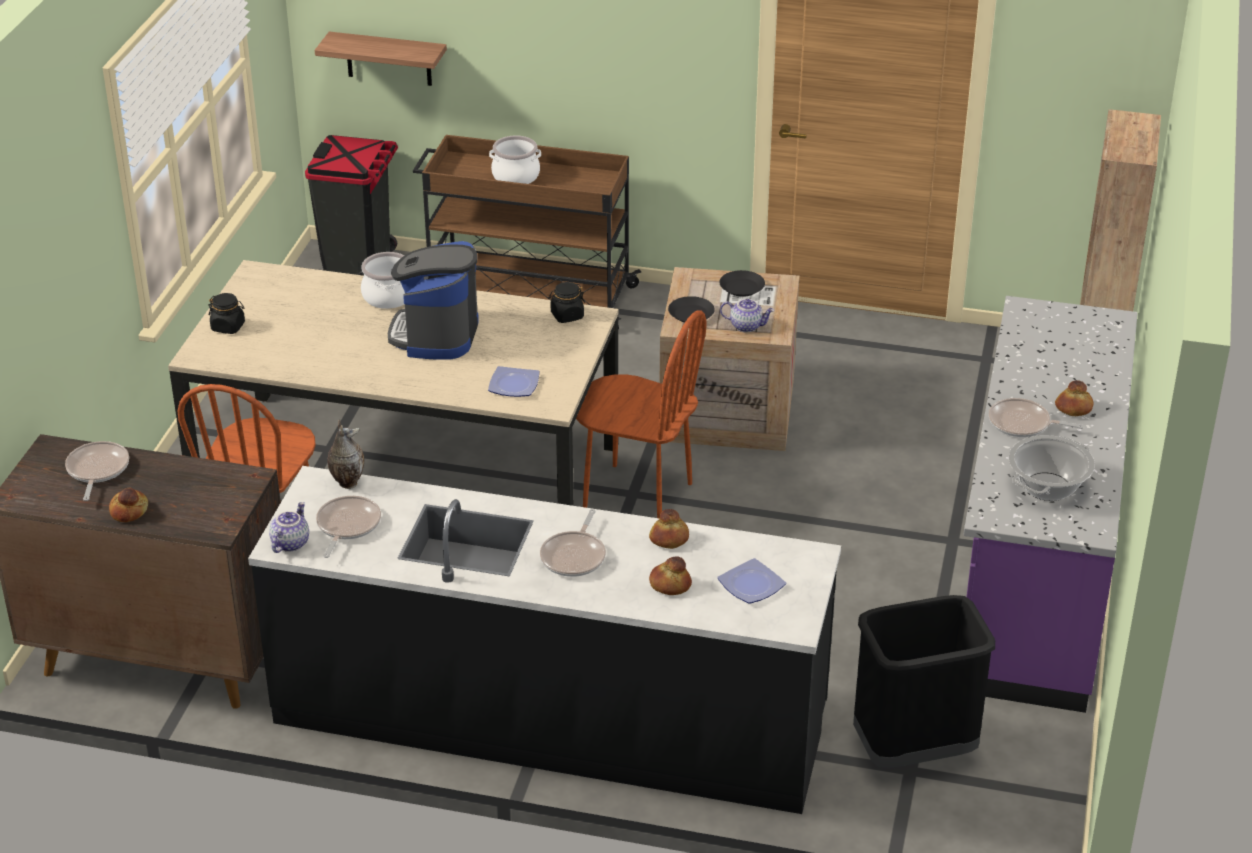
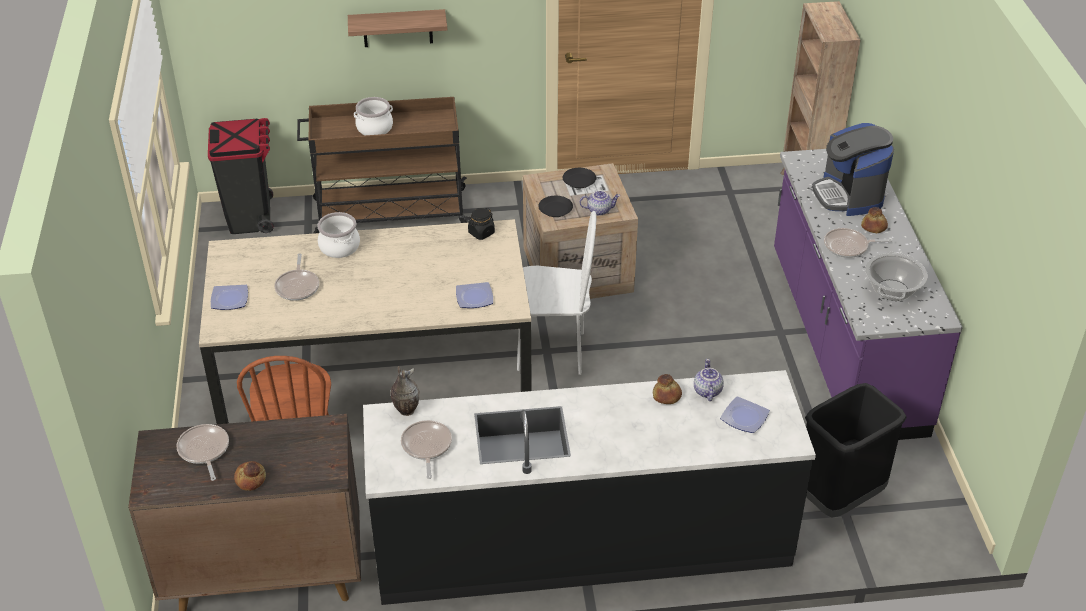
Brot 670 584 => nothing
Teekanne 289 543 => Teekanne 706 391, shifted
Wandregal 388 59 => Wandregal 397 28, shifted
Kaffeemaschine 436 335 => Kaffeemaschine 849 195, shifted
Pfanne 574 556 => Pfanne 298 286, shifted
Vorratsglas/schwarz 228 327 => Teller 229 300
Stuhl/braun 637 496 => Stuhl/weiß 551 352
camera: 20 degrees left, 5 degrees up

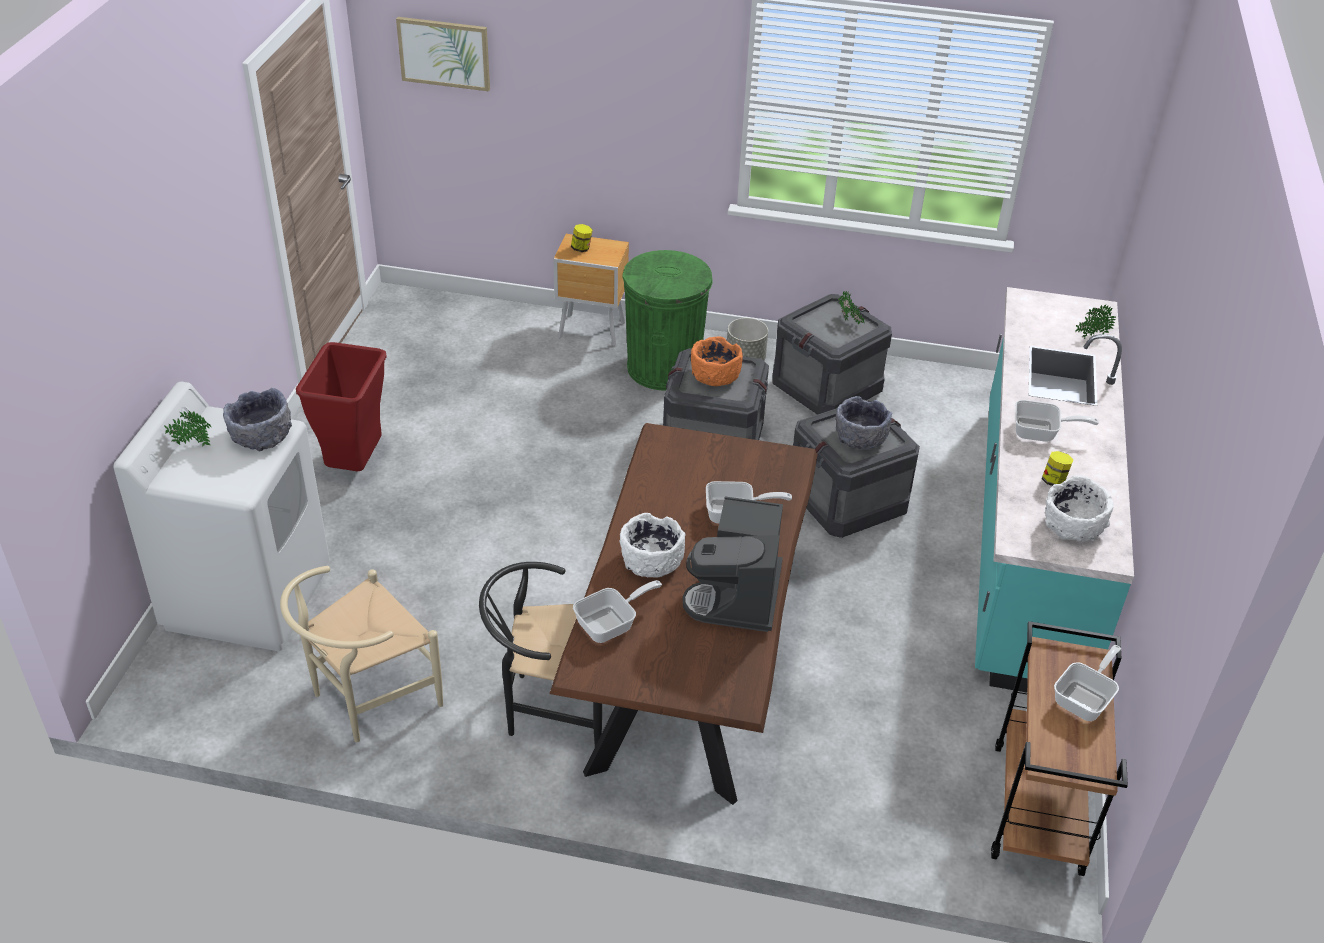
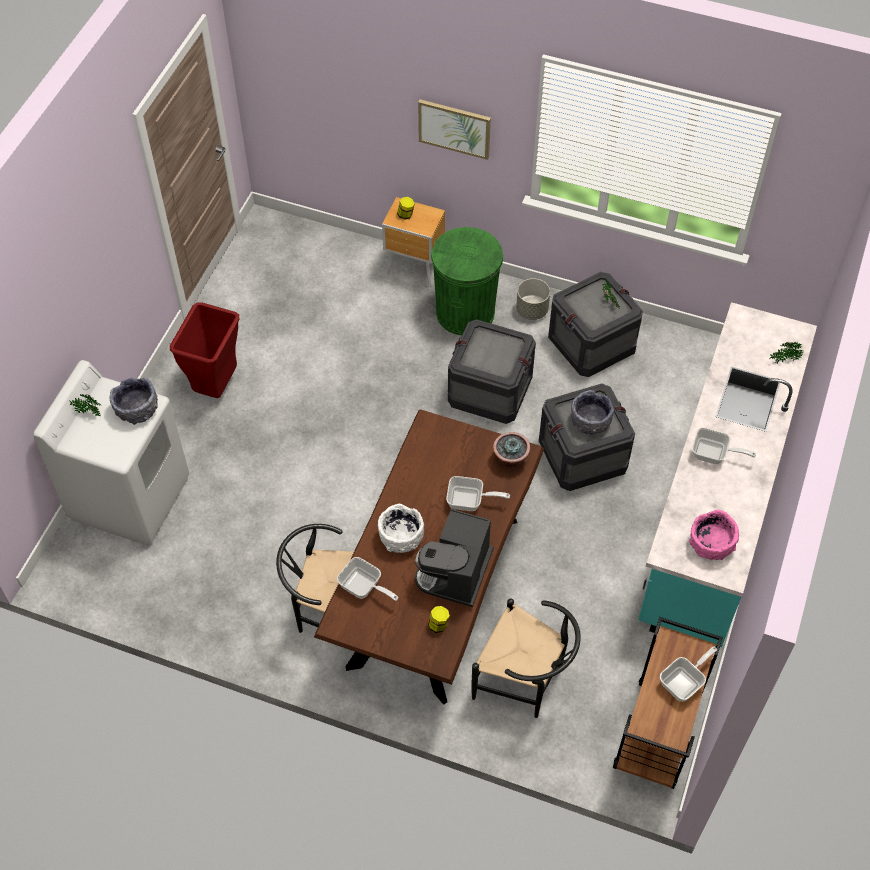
Stuhl/beige 366 699 => nothing
Schüssel/orange 714 376 => nothing
nothing => Stuhl/schwarz 525 683
nothing => Topfpflanze 510 459
Bild 444 53 => Bild 454 128, shifted
Vorratsglas 1054 481 => Vorratsglas 438 625, shifted
Schüssel/weiß 1073 527 => Schüssel/rosa 711 544
Pfanne 612 624 => Pfanne 364 587, 60 degrees clockwise
camera: 10 degrees right, 15 degrees up

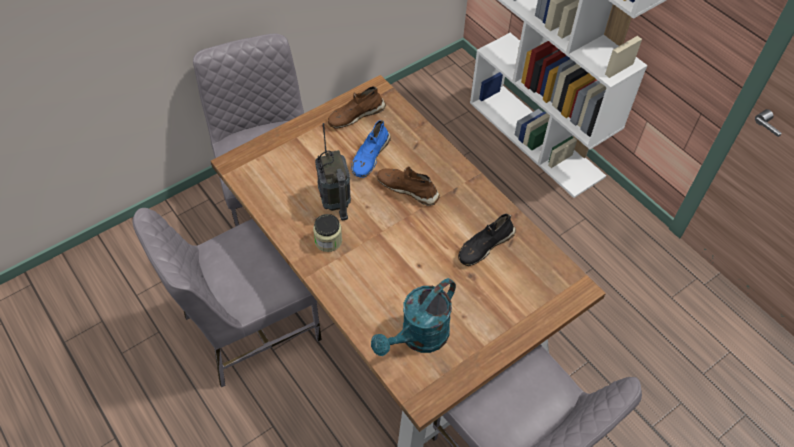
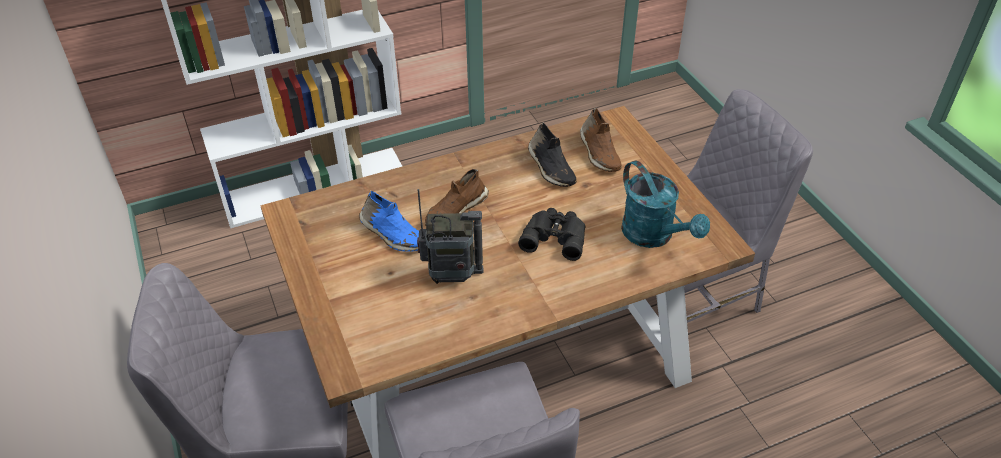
Vorratsglas 328 241 => nothing
nothing => Fernglas/schwarz 555 236
Schuh/braun 355 115 => Schuh/braun 598 153, shifted
camera: 75 degrees left, 10 degrees down

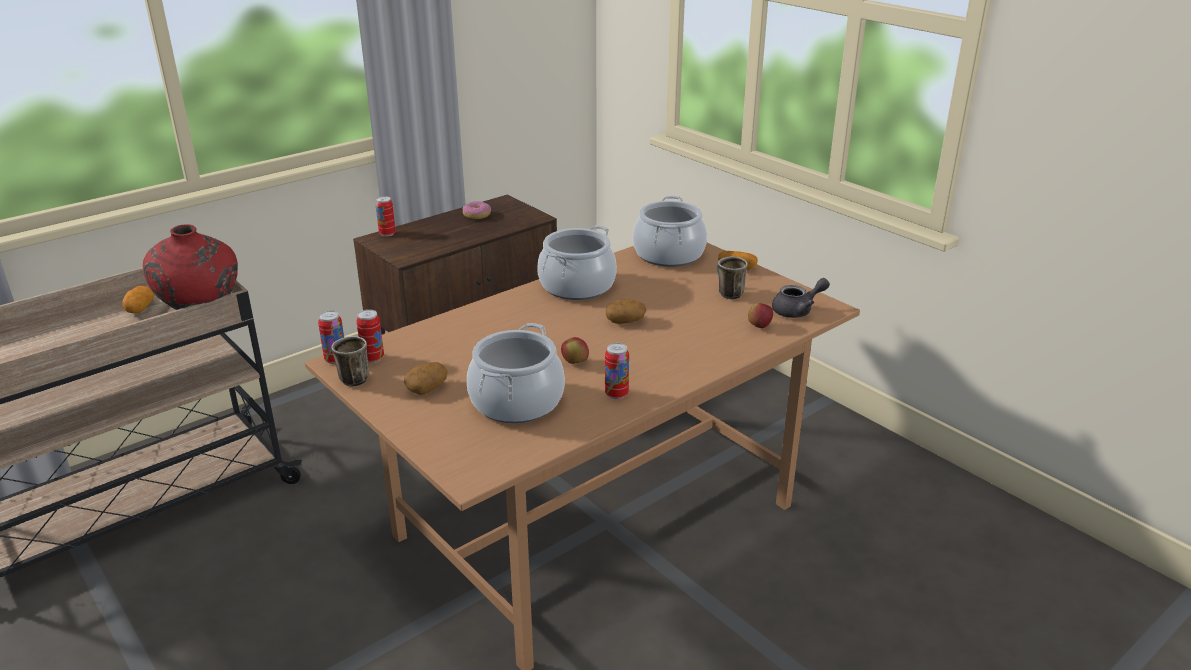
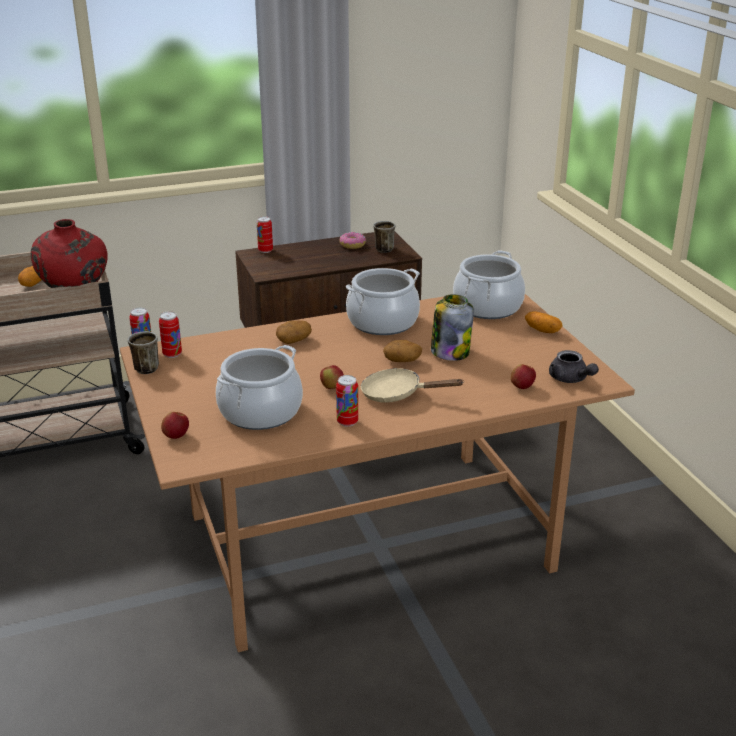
nothing => Apfel 176 436
nothing => Pfanne/beige 397 394
nothing => Vorratsglas 450 352
Kartoffel 427 388 => Kartoffel 294 340, shifted
Henkelbecher 727 293 => Henkelbecher 383 248, shifted
Teekanne/grau 797 311 => Teekanne/grau 570 379, 60 degrees clockwise
camera: 20 degrees right, 0 degrees up

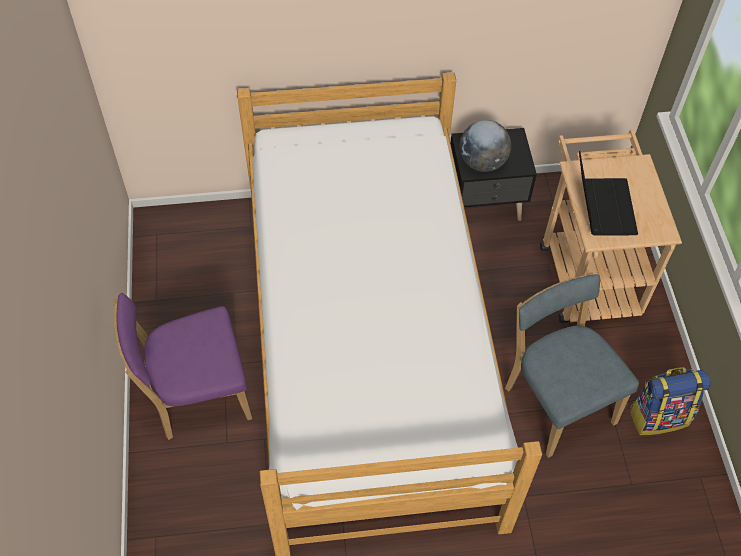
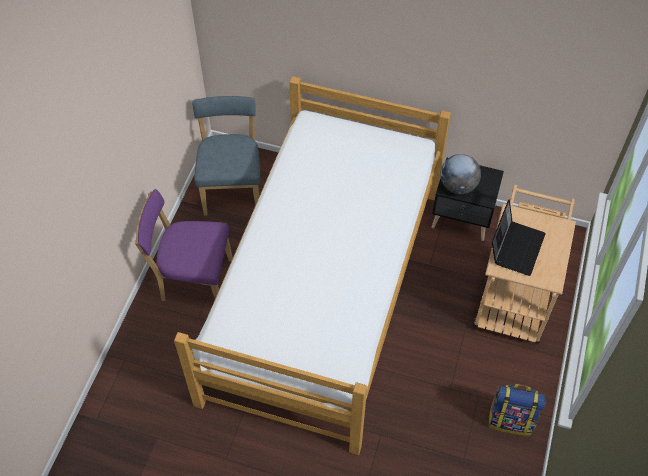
Stuhl/blau 556 401 => Stuhl/blau 232 188, shifted
camera: 25 degrees right, 0 degrees up

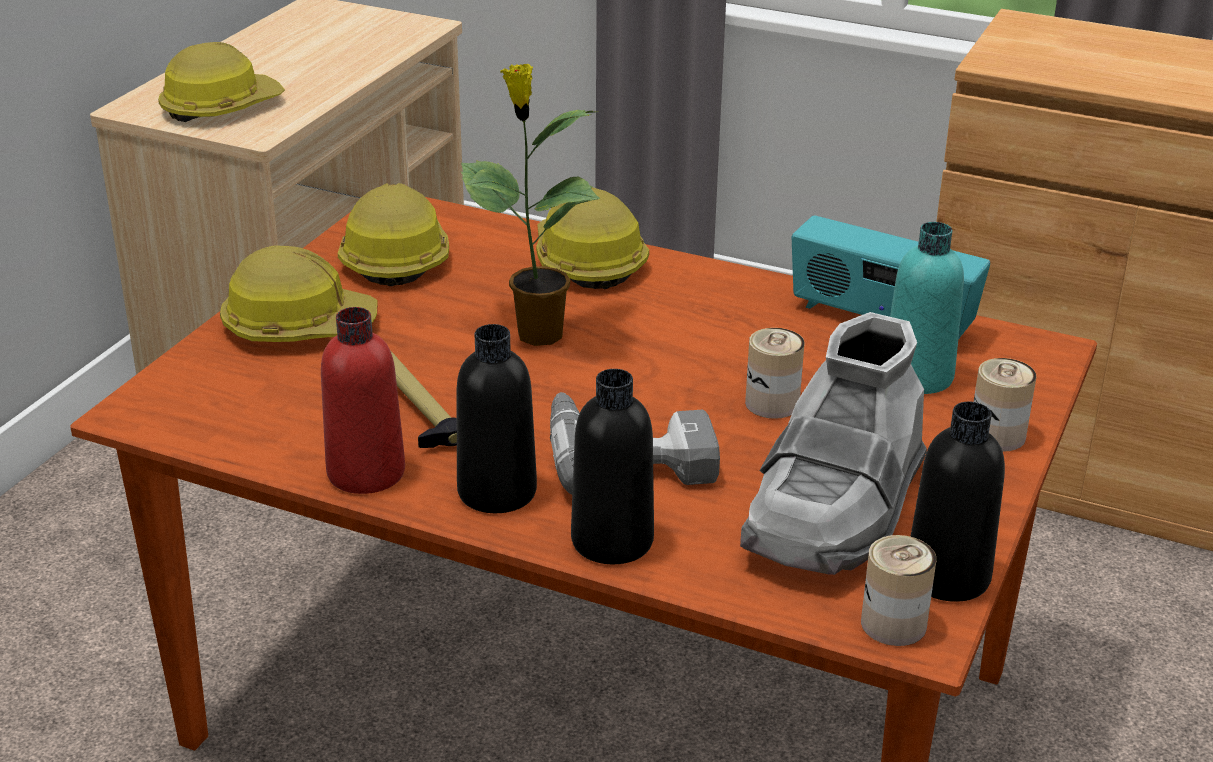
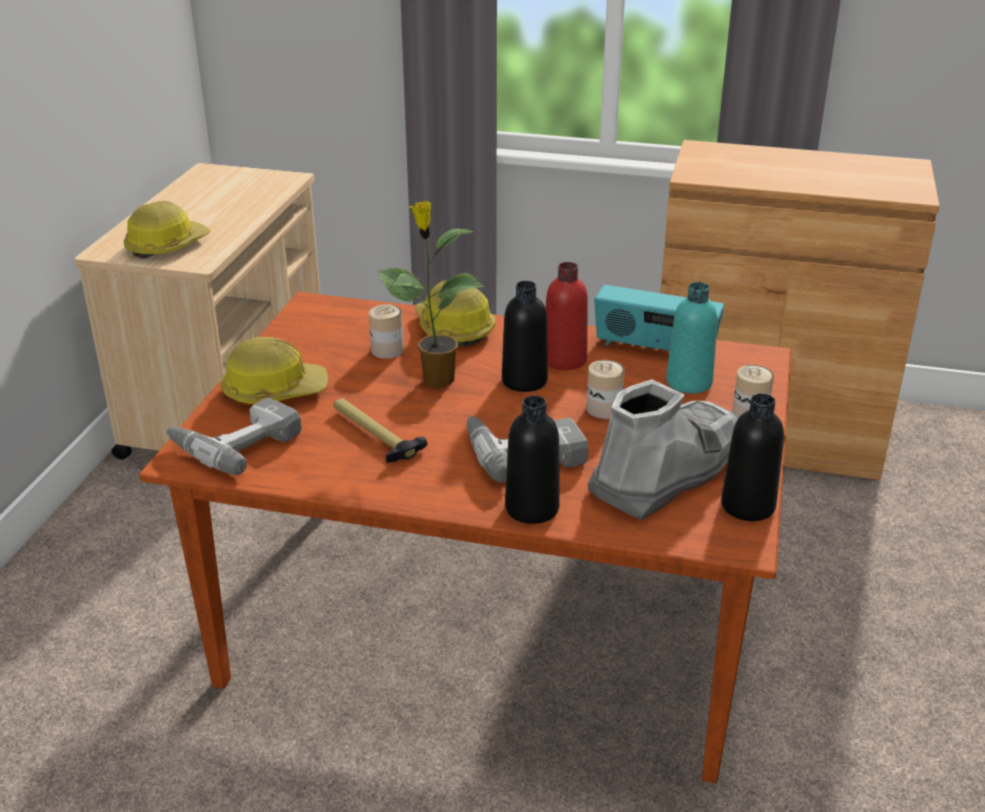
Schutzhelm 395 257 => nothing
nothing => Bohrmaschine 235 442
Flasche/rot 366 473 => Flasche/rot 564 360, shifted
Flasche/schwarz 497 491 => Flasche/schwarz 524 381, shifted
Dose 893 624 => Dose 387 350, shifted
Stiefel/grau 835 511 => Stiefel/grau 666 473, 150 degrees counterclockwise
camera: 10 degrees left, 0 degrees up

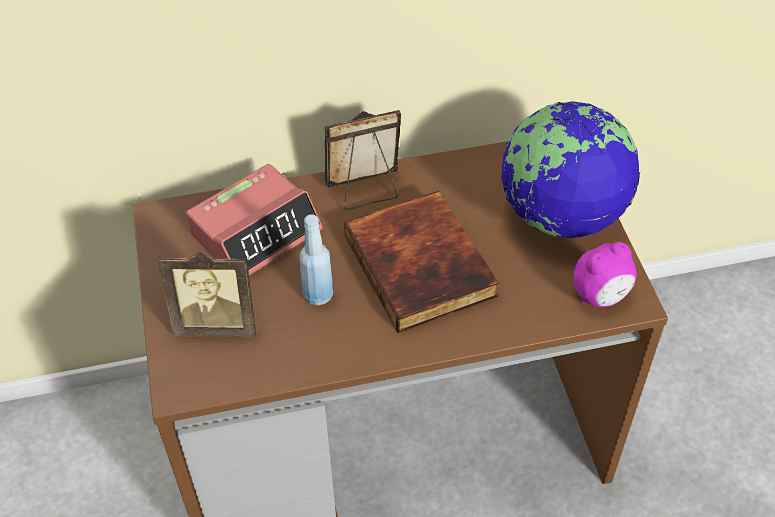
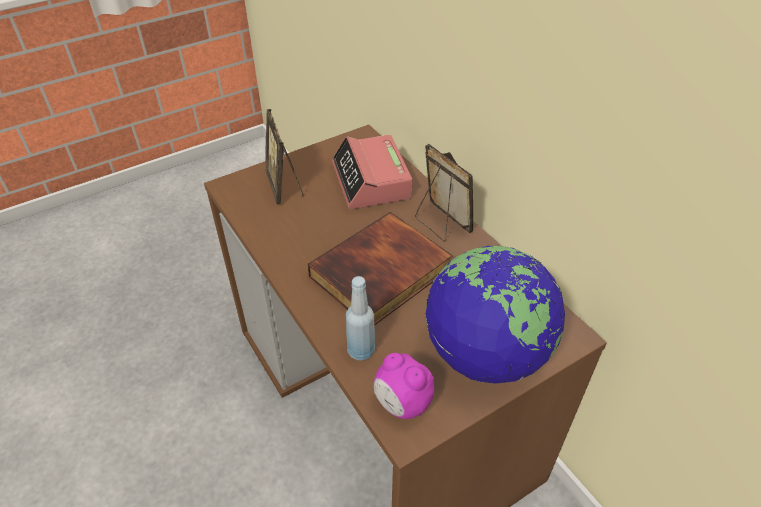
Flasche/blau 318 295 => Flasche/blau 361 351, shifted
Wecker 256 232 => Wecker 371 181, 45 degrees clockwise
camera: 70 degrees right, 5 degrees down

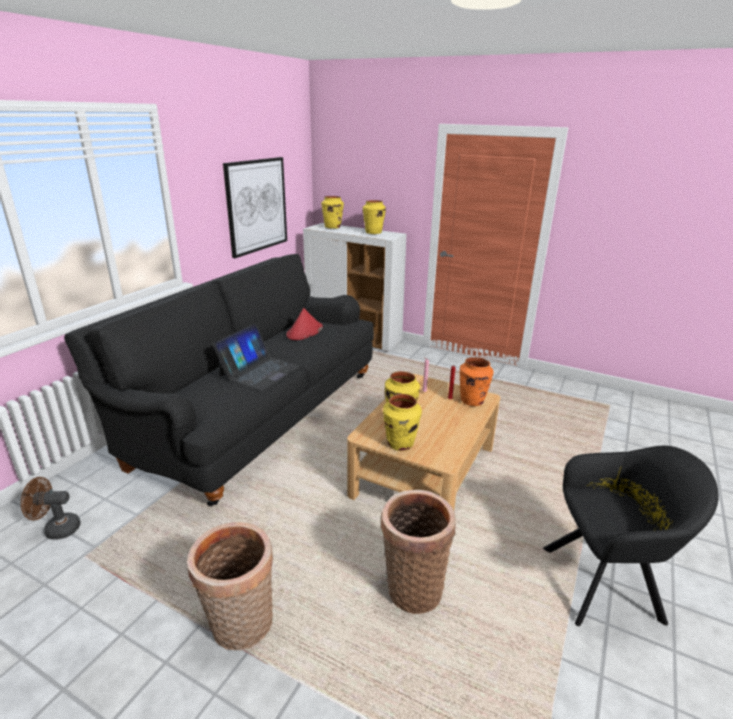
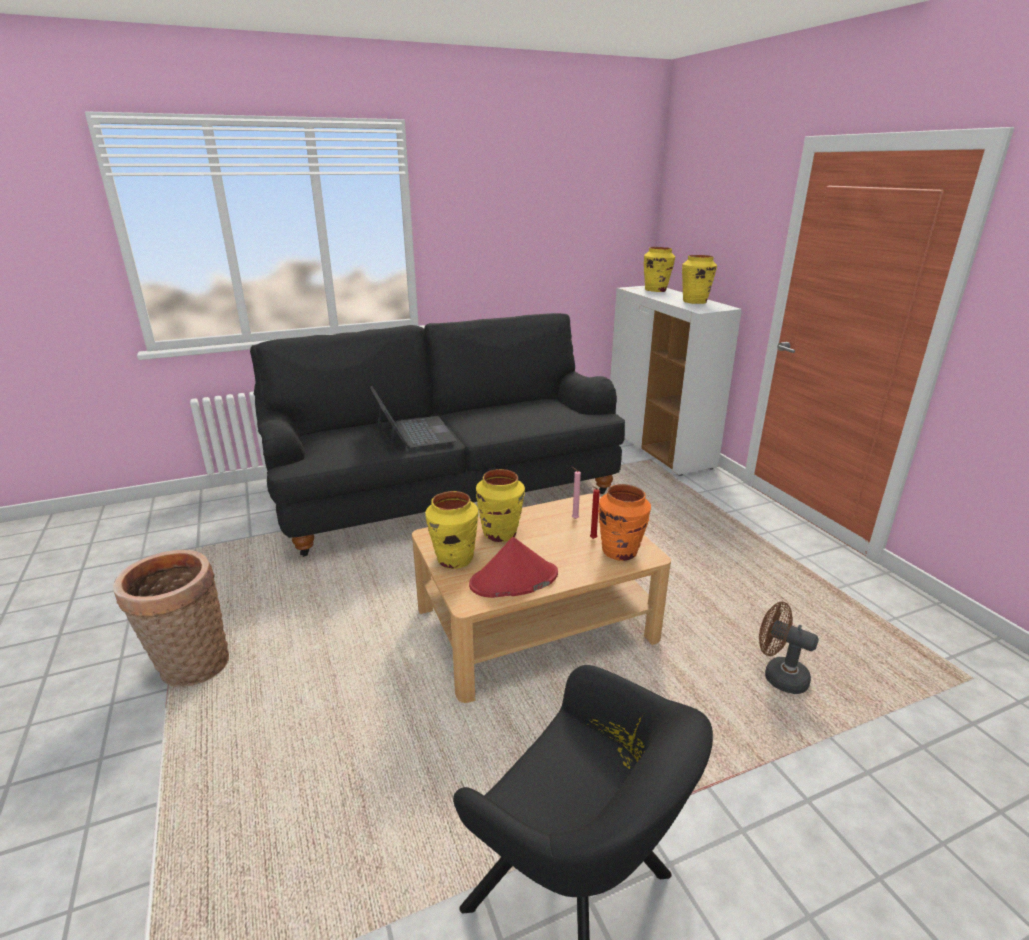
Bild 257 206 => nothing
Korb 412 587 => nothing
Ventilator/braun 57 529 => Ventilator/braun 778 675, shifted
Hut/rot 304 332 => Hut/rot 513 580, shifted
Laptop 259 371 => Laptop 414 433, 90 degrees counterclockwise
camera: 40 degrees right, 0 degrees up

